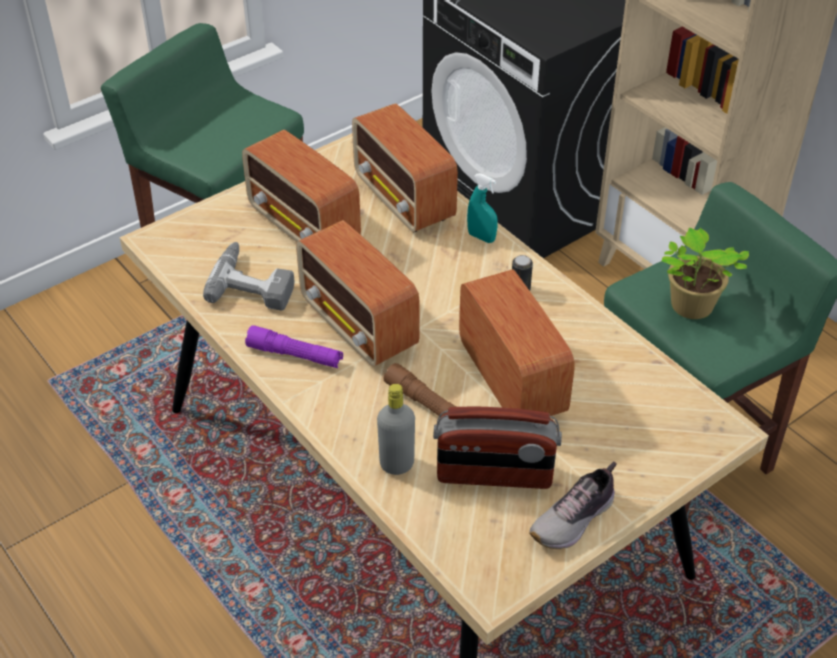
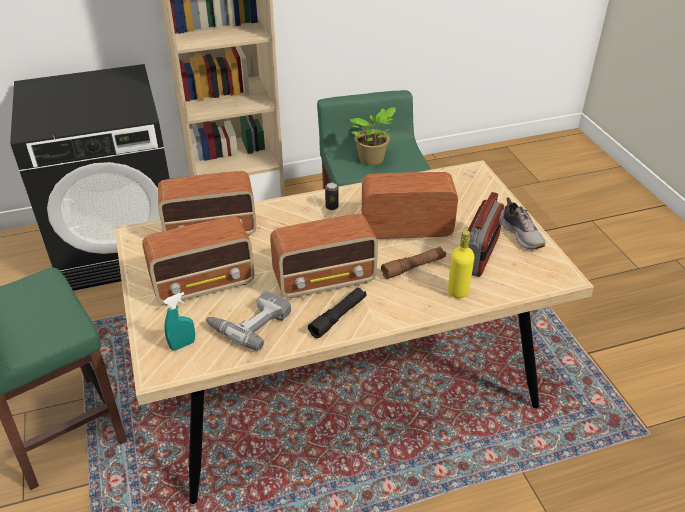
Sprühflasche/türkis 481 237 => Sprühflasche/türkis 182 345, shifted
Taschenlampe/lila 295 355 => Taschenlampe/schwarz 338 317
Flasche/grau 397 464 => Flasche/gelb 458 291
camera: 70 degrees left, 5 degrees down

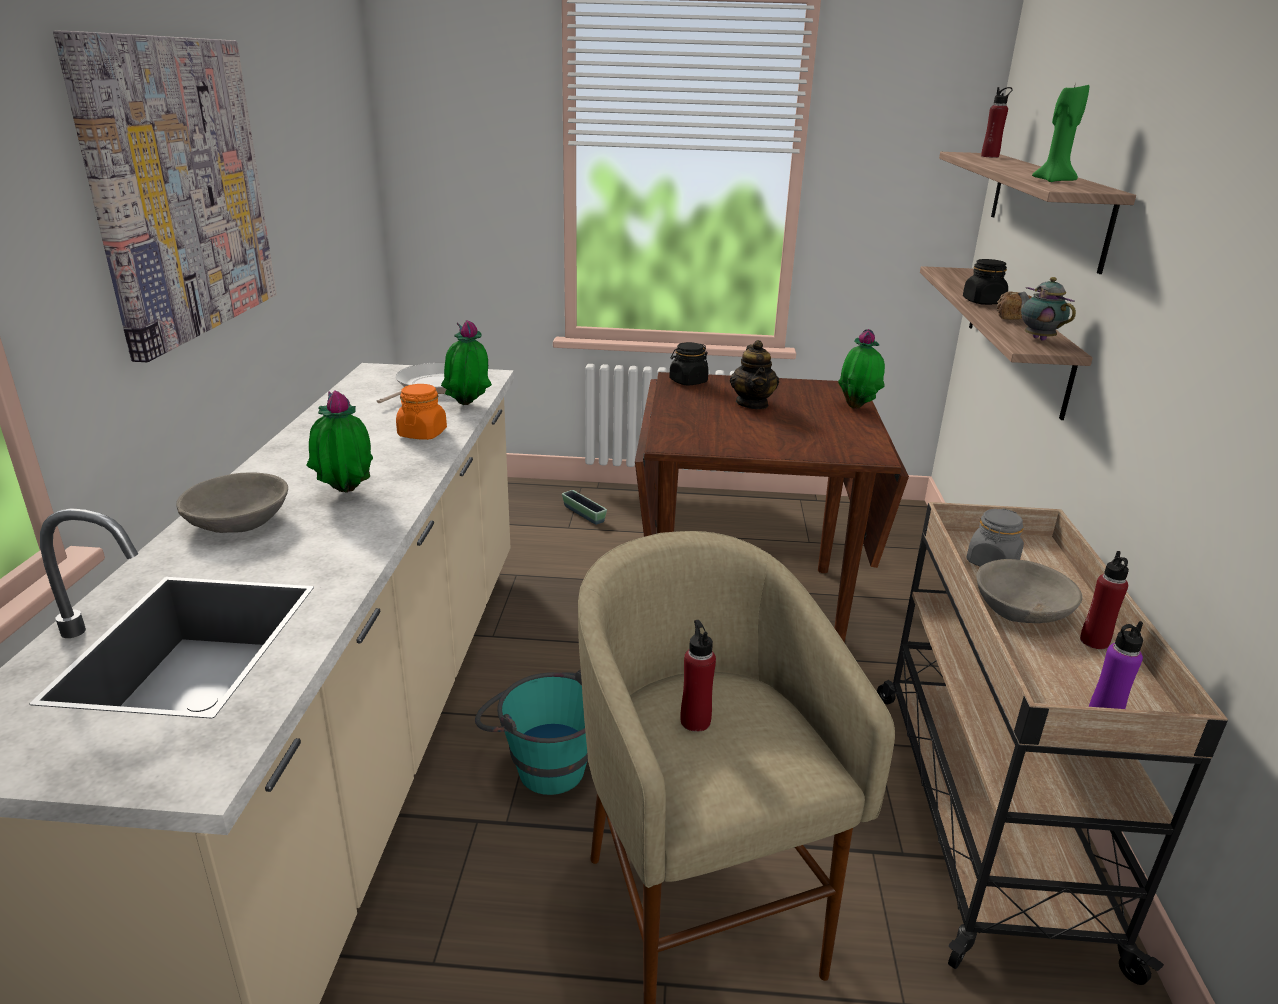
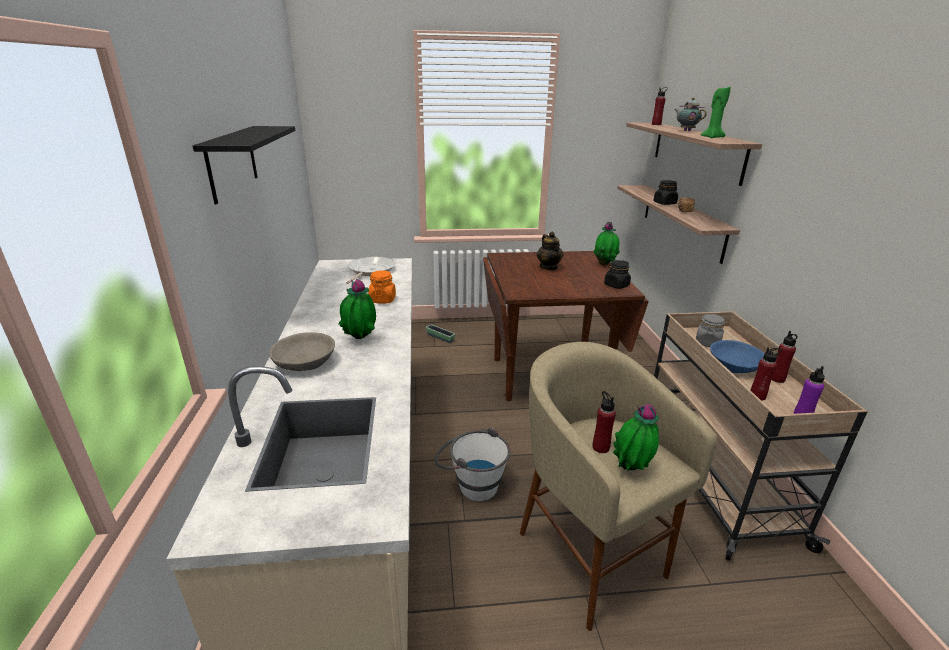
nothing => Flasche/rot 757 396
Topfpflanze 468 406 => Topfpflanze 631 470, shifted
Vorratsglas/schwarz 688 381 => Vorratsglas/schwarz 616 285, shifted
Teekanne 1037 338 => Teekanne 686 131, shifted
Bild 179 189 => Wandregal/schwarz 232 162
Eimer/türkis 541 763 => Eimer/weiß 471 483
Schüssel/grau 1022 609 => Schüssel/blau 734 366
camera: 10 degrees left, 0 degrees up

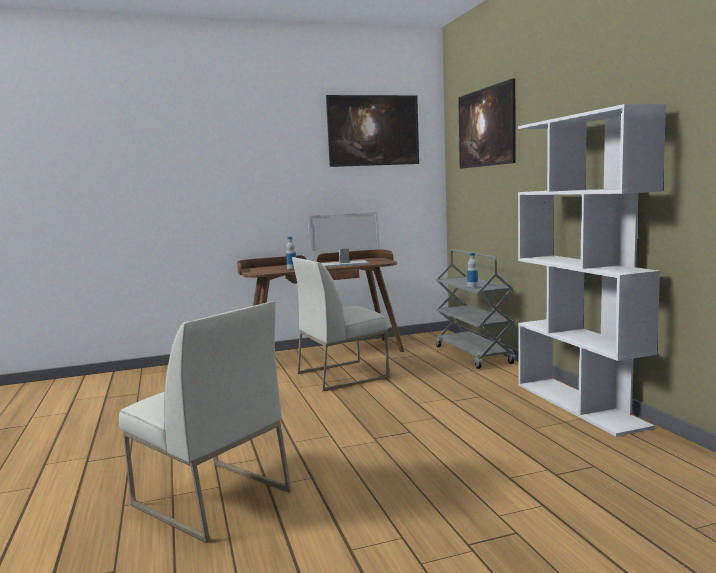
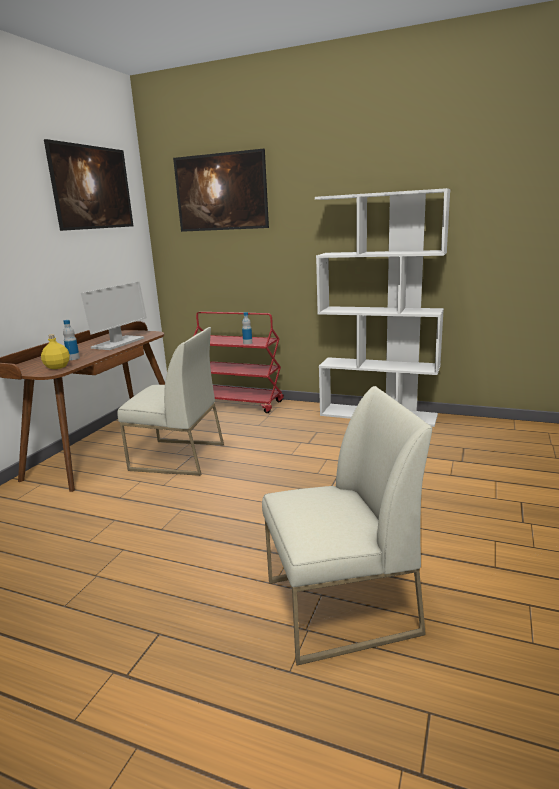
nothing => Flasche/gelb 57 367
Rollwagen/grau 473 355 => Rollwagen/rot 240 404
Stuhl/weiß 342 375 => Stuhl/weiß 176 457, 90 degrees counterclockwise
camera: 50 degrees left, 10 degrees up

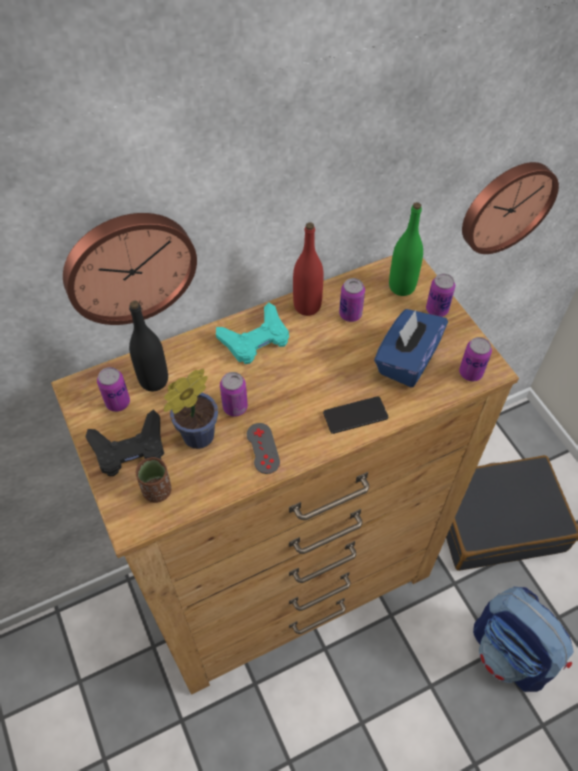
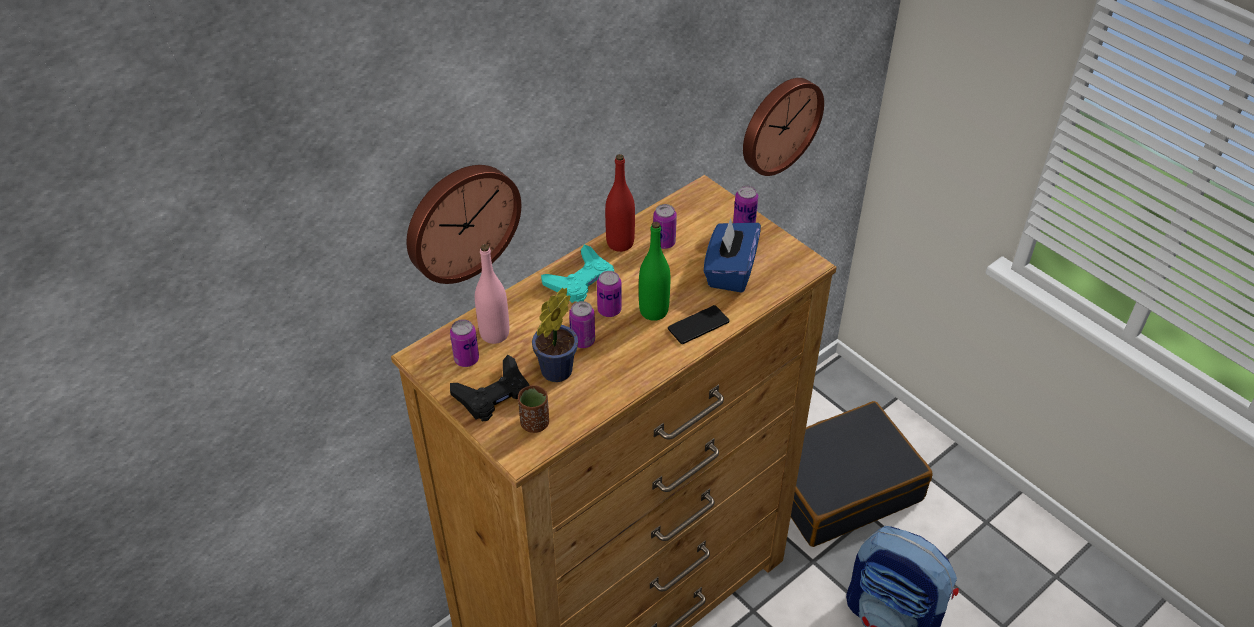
Gamepad/grau 263 448 => nothing
Flasche/grün 402 286 => Flasche/grün 653 311, shifted
Dose 470 373 => Dose 609 310, shifted
Flasche/schwarz 154 380 => Flasche/rosa 494 334
camera: 15 degrees left, 10 degrees down

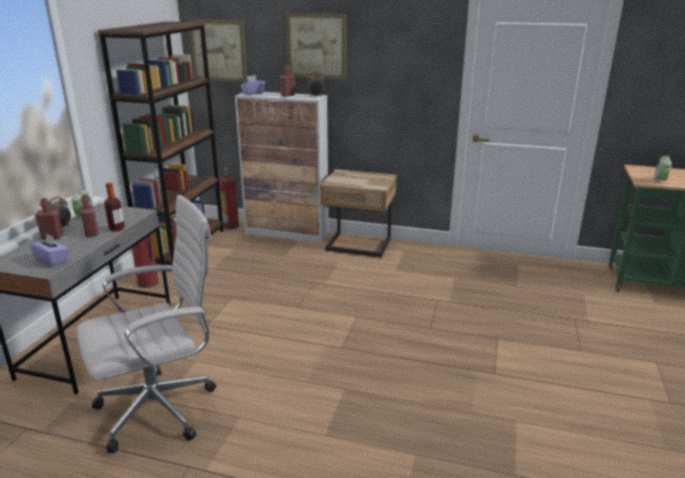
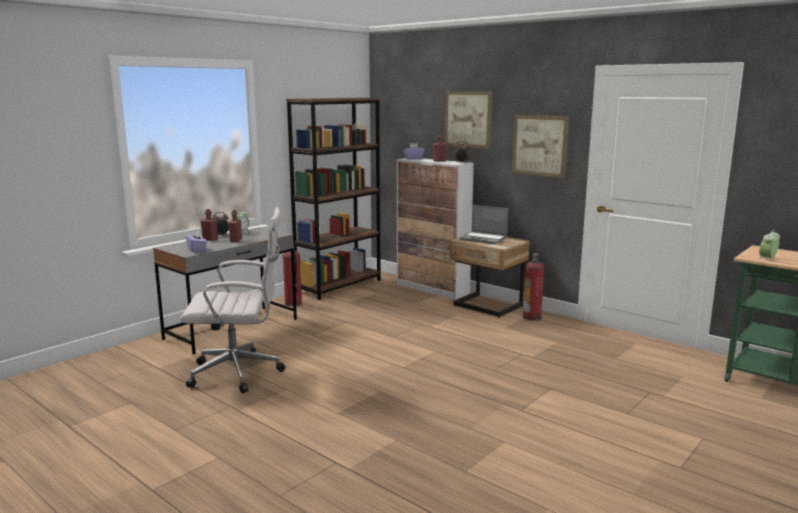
Flasche 117 228 => nothing
nothing => Laptop 484 239
Bild 218 50 => Bild 539 145, shifted
Feuerlöscher 231 226 => Feuerlöscher 532 317, shifted
camera: 25 degrees right, 10 degrees down

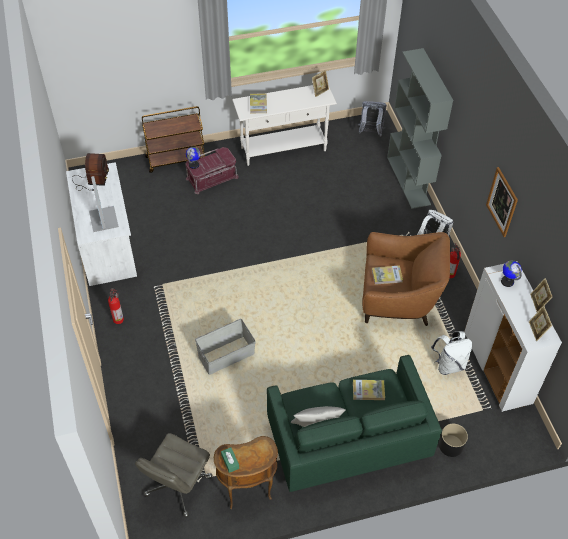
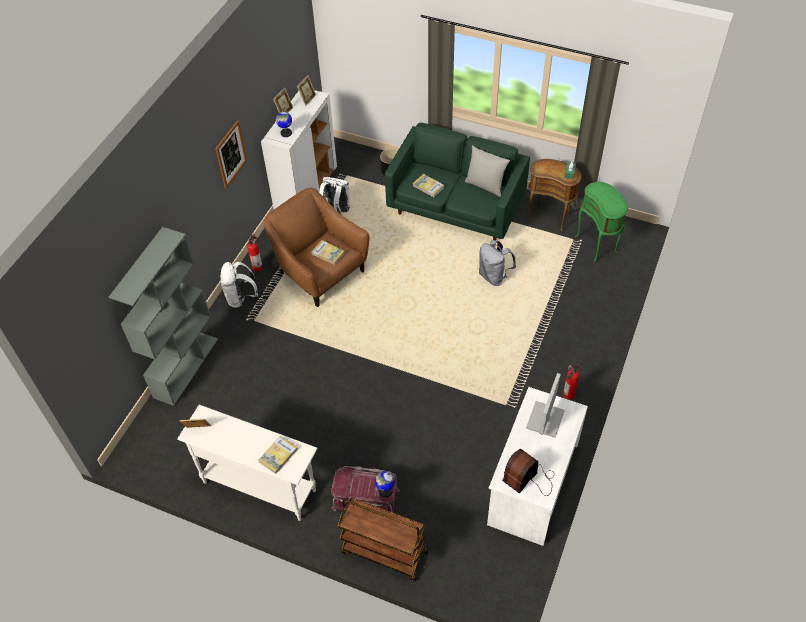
Aufbewahrungsbox/grau 226 355 => nothing
Rucksack/grau 370 132 => Rucksack/grau 494 276, shifted
Bürostuhl/grau 178 486 => Beistelltisch/grün 597 245
camera: 140 degrees left, 0 degrees up

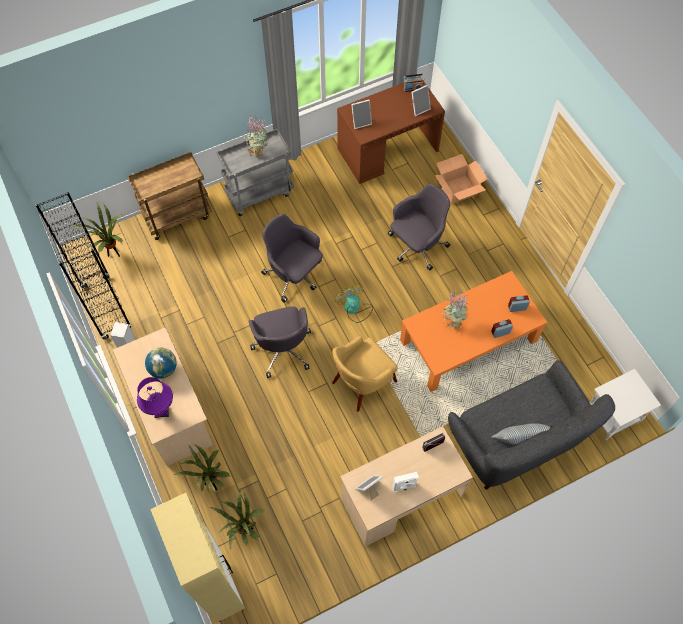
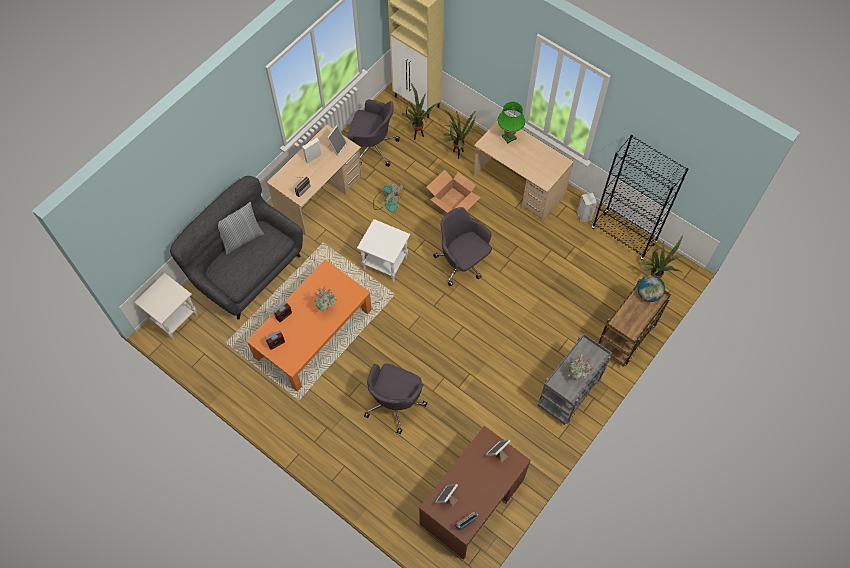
Globus 163 369 => Globus 648 294, shifted
Bürostuhl/grau 294 275 => Bürostuhl/grau 372 147, shifted
Ventilator 354 308 => Ventilator 387 201, shifted
Karton 458 189 => Karton 453 203, shifted
Sessel/gelb 362 383 => Beistelltisch/weiß 386 263
Tischlampe/lila 161 410 => Tischlampe/grün 509 137
camera: 155 degrees right, 0 degrees up

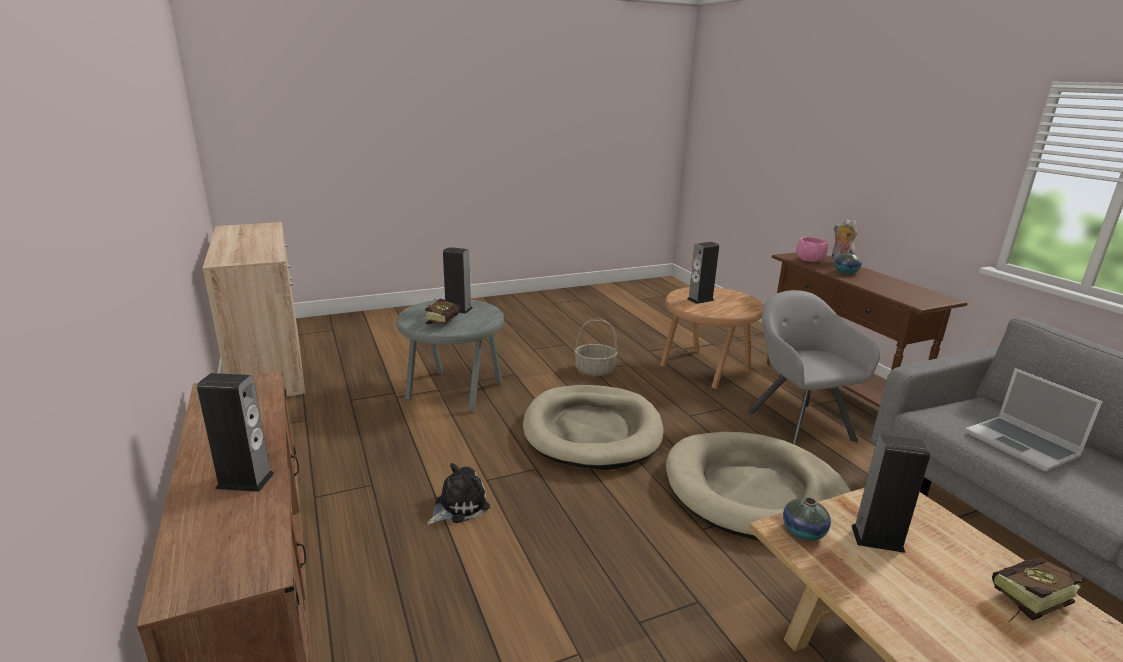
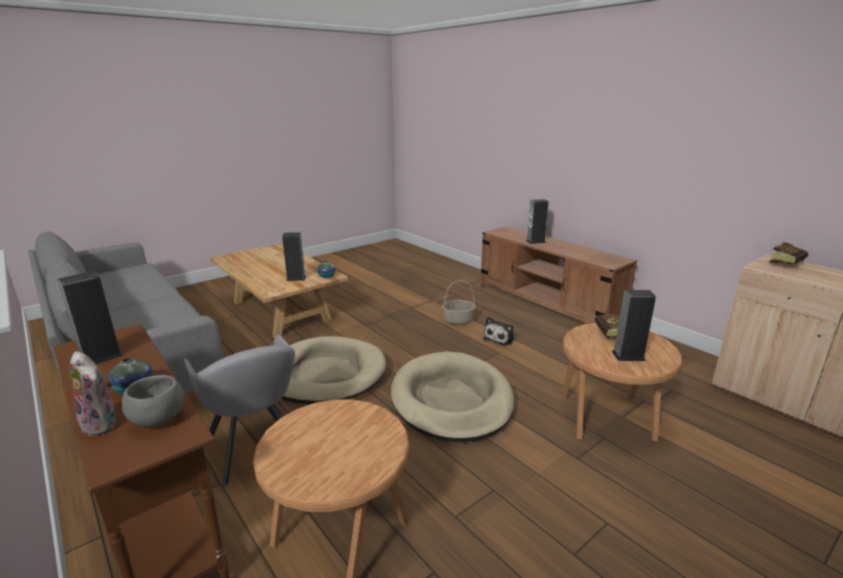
Laptop 1022 445 => nothing
Korb 595 370 => Korb 458 320, shifted
Lautsprecher 700 299 => Lautsprecher 101 357, shifted
Buch 1024 603 => Buch 787 264, shifted
Beistelltisch/grau 453 390 => Beistelltisch/braun 608 419
Schüssel/rosa 809 261 => Schüssel/grau 159 419
camera: 165 degrees right, 0 degrees up

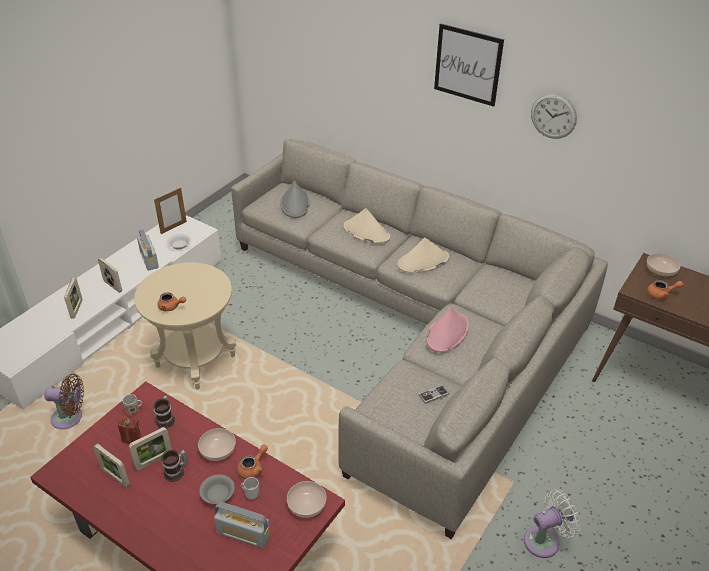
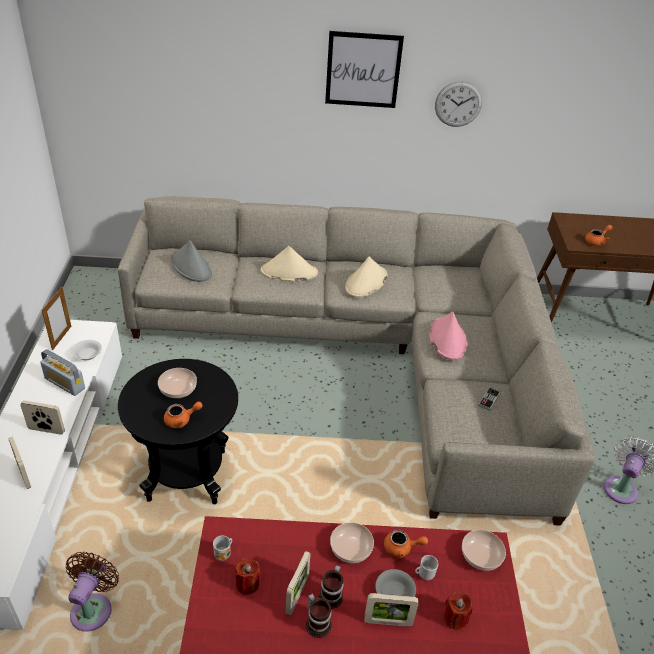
Bilderrahmen 115 477 => Bilderrahmen 388 622, shifted
Henkelbecher 166 419 => Henkelbecher 318 622, shifted
Schüssel 661 270 => Schüssel 178 389, shifted
Radio 243 534 => Kerze/rot 455 618
Beistelltisch/beige 196 361 => Beistelltisch/schwarz 187 475
Ventilator/braun 70 418 => Ventilator/braun 93 608, 45 degrees counterclockwise
Teekanne/orange 253 468 => Teekanne/orange 401 548, 90 degrees clockwise
camera: 35 degrees left, 0 degrees up

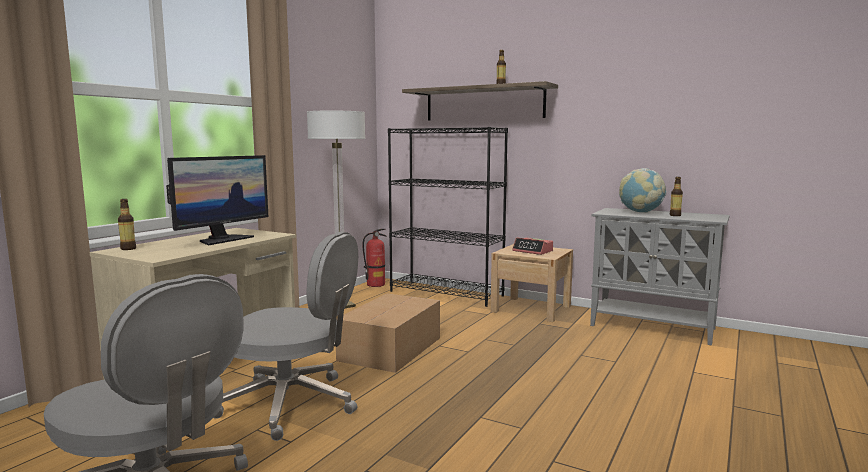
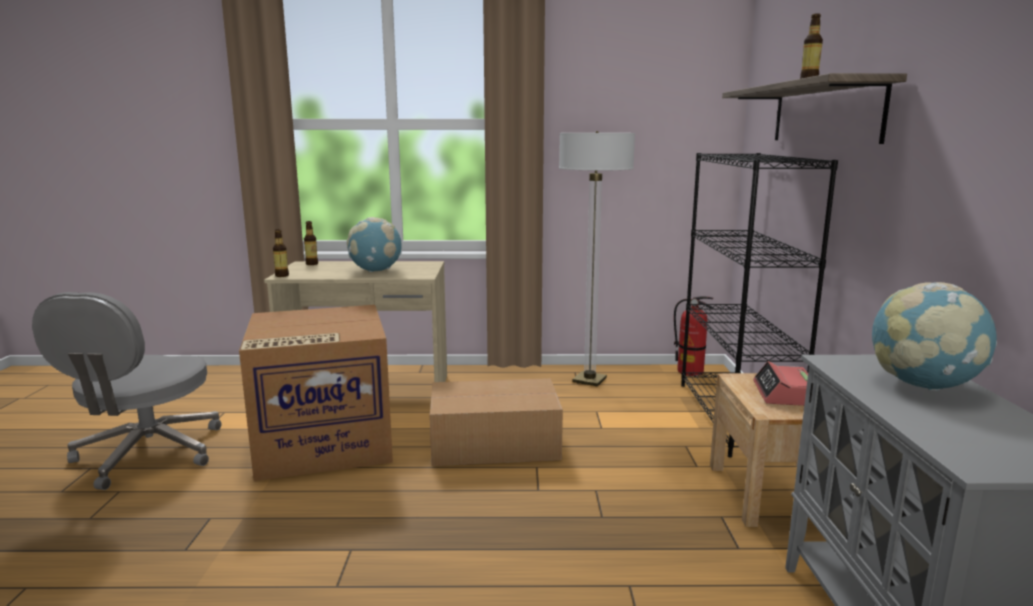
Flasche 675 215 => Flasche 282 275, shifted
Monitor 223 239 => Globus 376 271
Bürostuhl/grau 291 404 => Karton 322 443
camera: 60 degrees right, 5 degrees up

